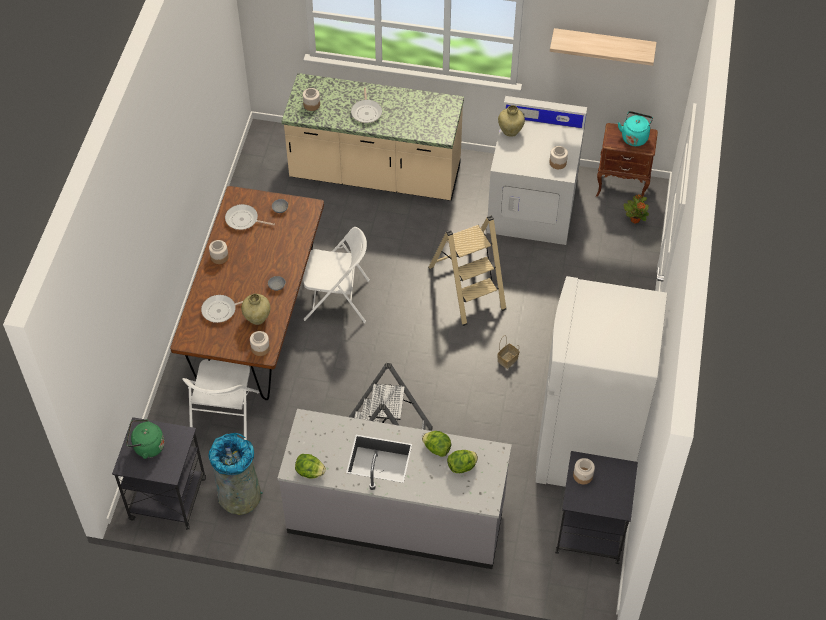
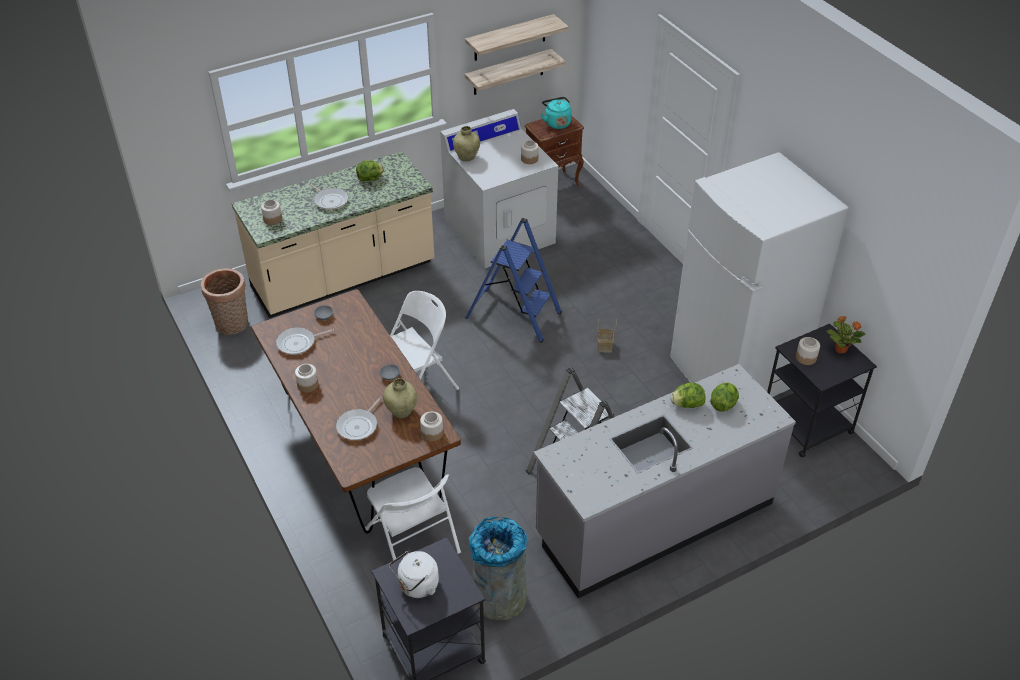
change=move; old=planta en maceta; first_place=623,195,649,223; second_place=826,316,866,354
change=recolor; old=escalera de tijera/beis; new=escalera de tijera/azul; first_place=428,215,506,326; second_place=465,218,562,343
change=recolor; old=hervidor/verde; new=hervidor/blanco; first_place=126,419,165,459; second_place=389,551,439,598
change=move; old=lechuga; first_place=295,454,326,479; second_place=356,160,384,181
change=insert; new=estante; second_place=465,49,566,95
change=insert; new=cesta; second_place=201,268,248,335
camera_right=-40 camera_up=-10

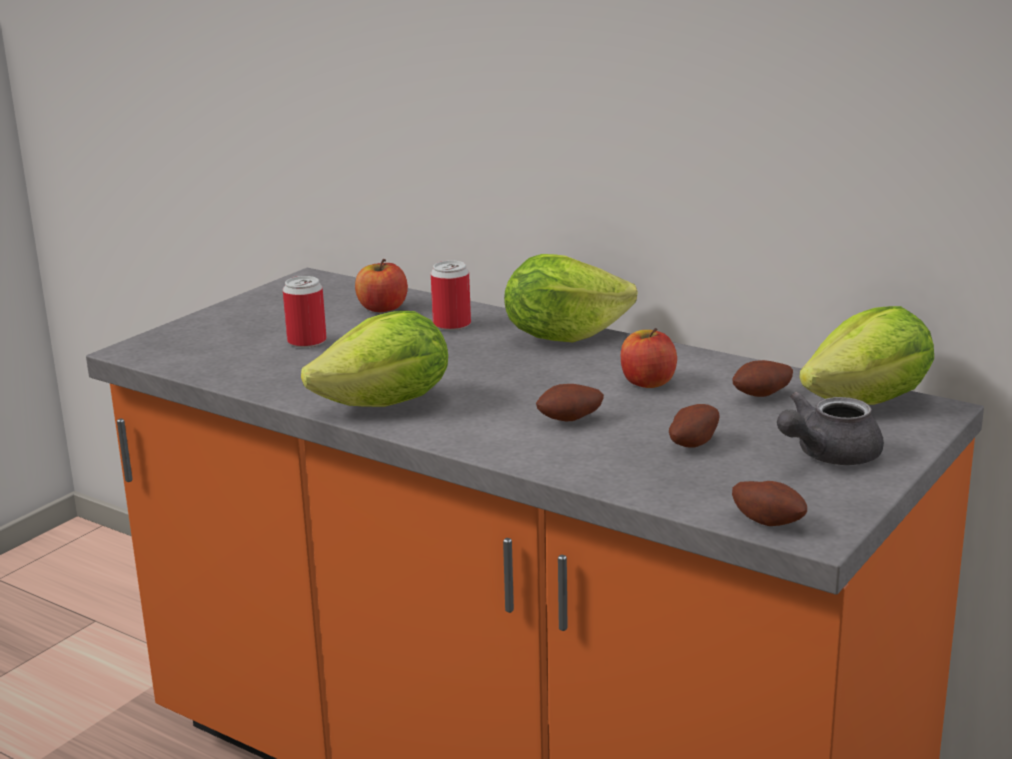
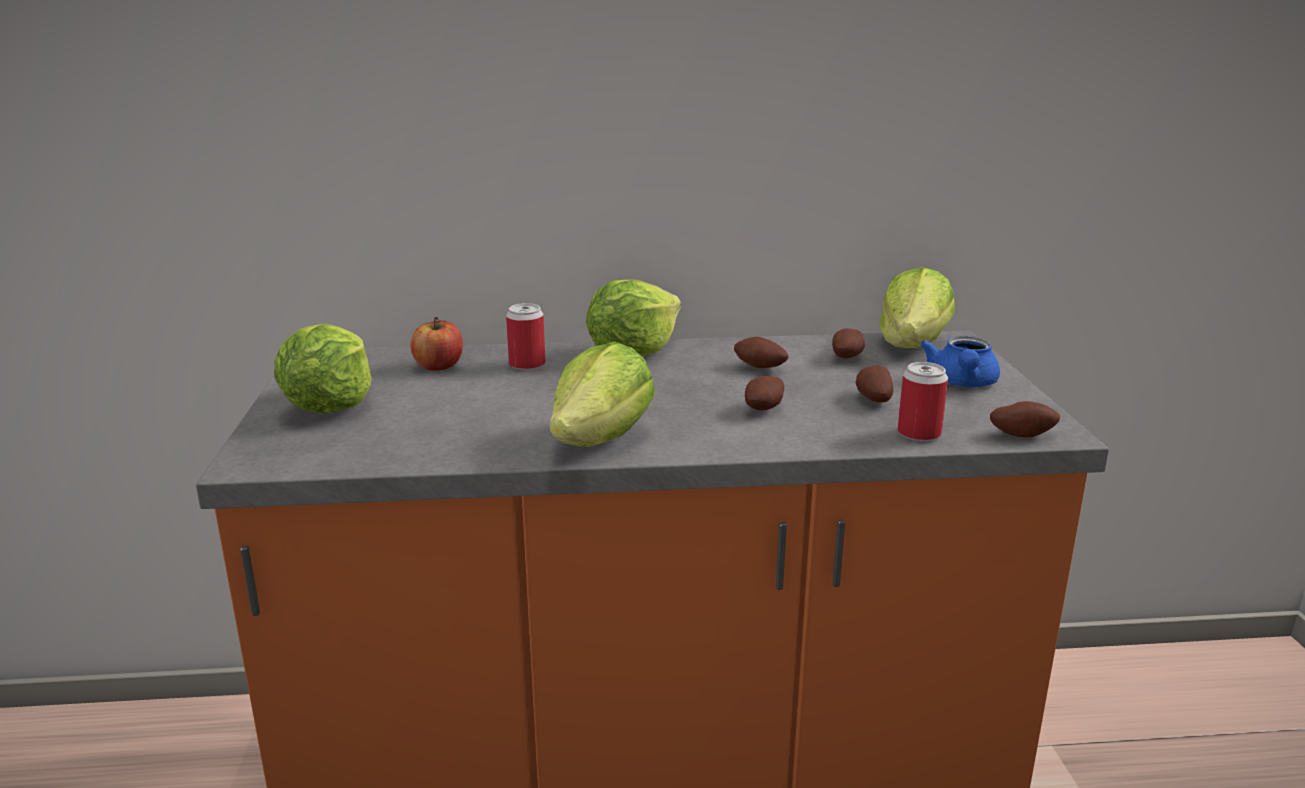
change=move; old=lata; first_place=283,276,327,348; second_place=898,362,948,441
change=replace; old=manzana; new=patata; first_place=621,328,677,388; second_place=734,337,788,368
change=recolor; old=tetera/gris; new=tetera/azul; first_place=777,392,884,465; second_place=920,336,1000,387
change=insert; new=lechuga; second_place=274,324,372,413
camera_right=-40 camera_up=0

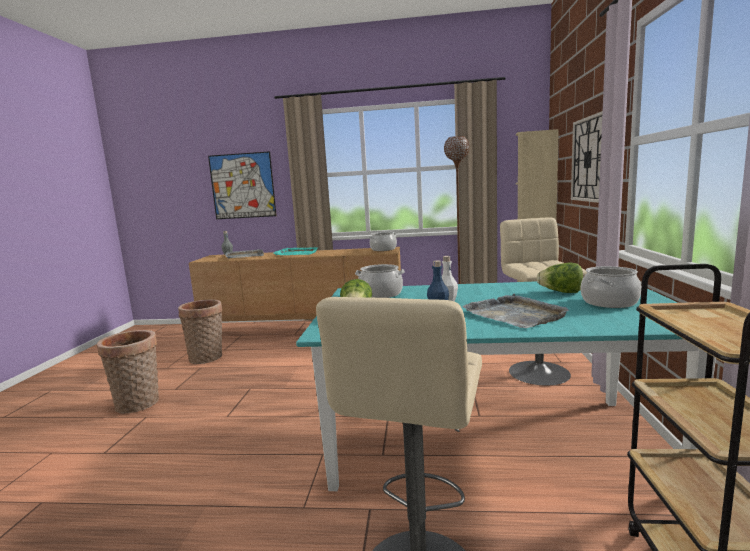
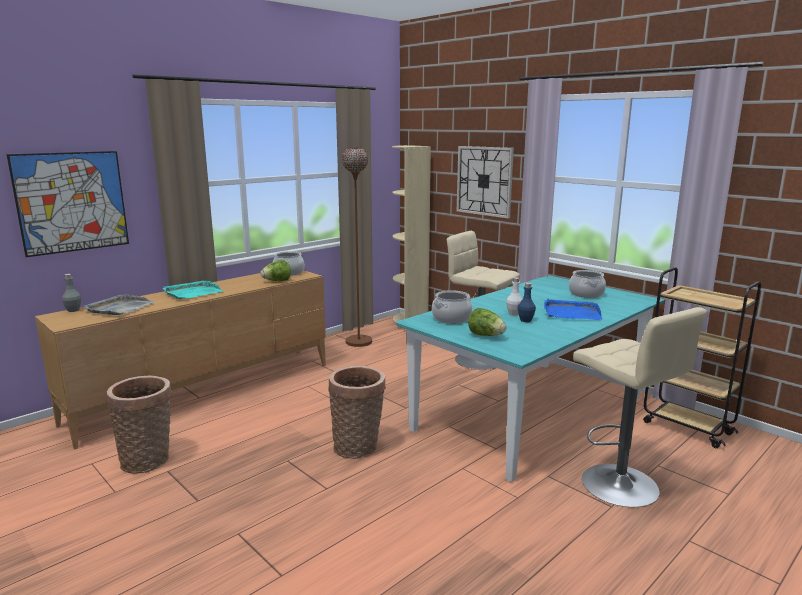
change=move; old=lechuga; first_place=537,263,583,293; second_place=261,260,291,281
change=recolor; old=bandeja/gris; new=bandeja/azul; first_place=462,293,569,328; second_place=544,299,602,320
change=move; old=cesta; first_place=97,330,159,414; second_place=328,366,386,459
camera_right=-50 camera_up=5

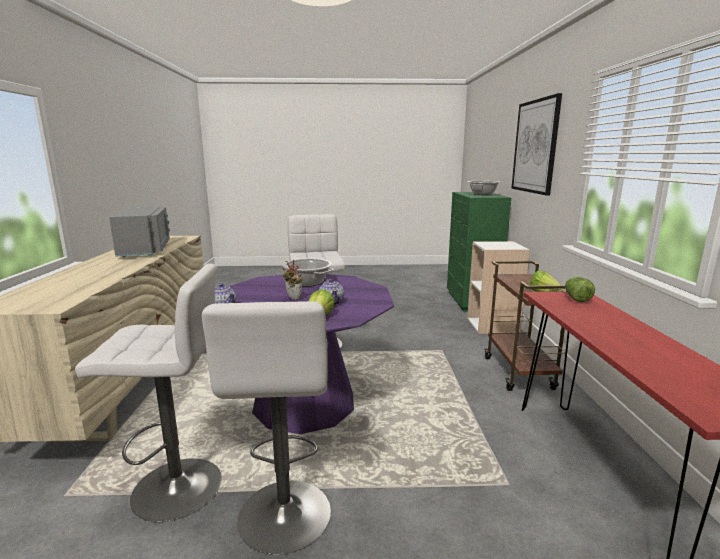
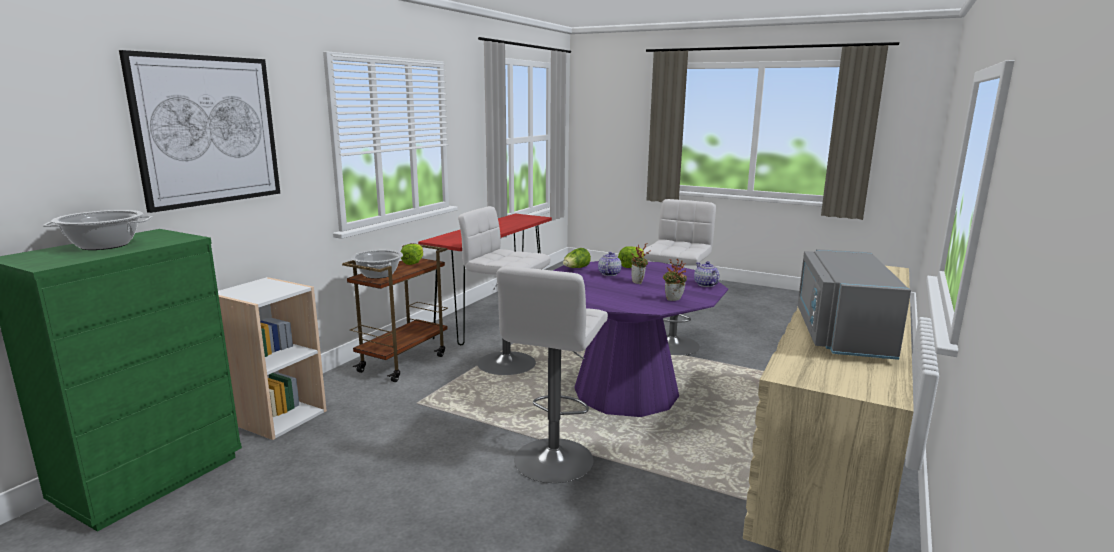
change=move; old=olla; first_place=282,258,334,286; second_place=351,250,403,279
change=move; old=taburete/blanco; first_place=75,263,222,522; second_place=458,206,551,375
change=move; old=lechuga; first_place=565,277,595,302; second_place=563,248,591,268
change=insert; new=planta en maceta; second_place=663,259,687,301
camera_right=-150 camera_up=0

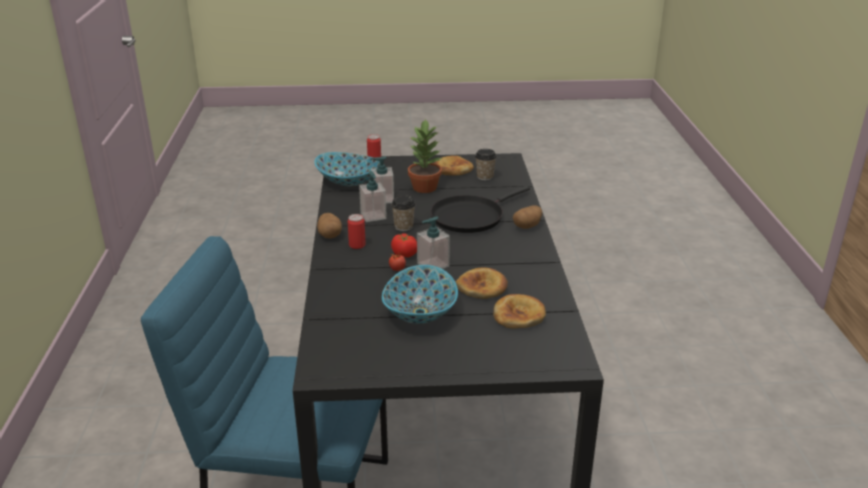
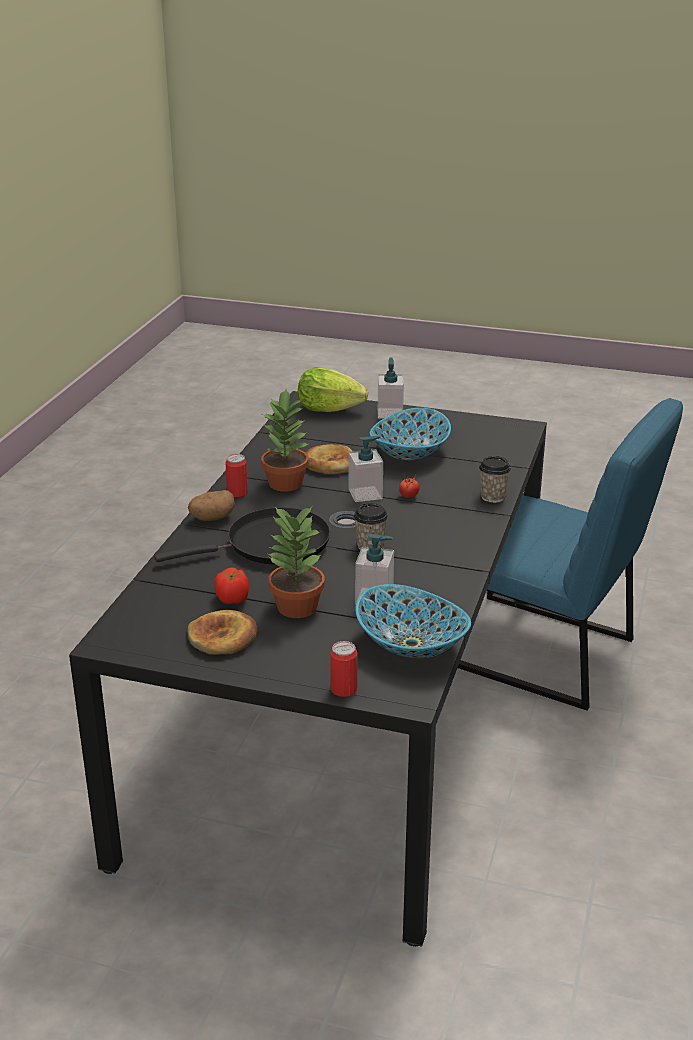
change=move; old=taza; first_place=475,149,497,181; second_place=479,456,511,503
change=move; old=dispensador de jabón; first_place=359,171,387,222; second_place=378,358,404,419
change=delete; old=patata; first_place=317,213,342,239
change=move; old=lata; first_place=348,214,366,249; second_place=226,454,248,498
change=move; old=tomate; first_place=391,233,417,258; second_place=214,567,250,604
change=delete; old=pan; first_place=493,294,546,328
change=insert; new=lechuga; second_place=298,367,368,412
change=insert; new=planta en maceta; second_place=261,390,308,492
camera_right=-160 camera_up=0

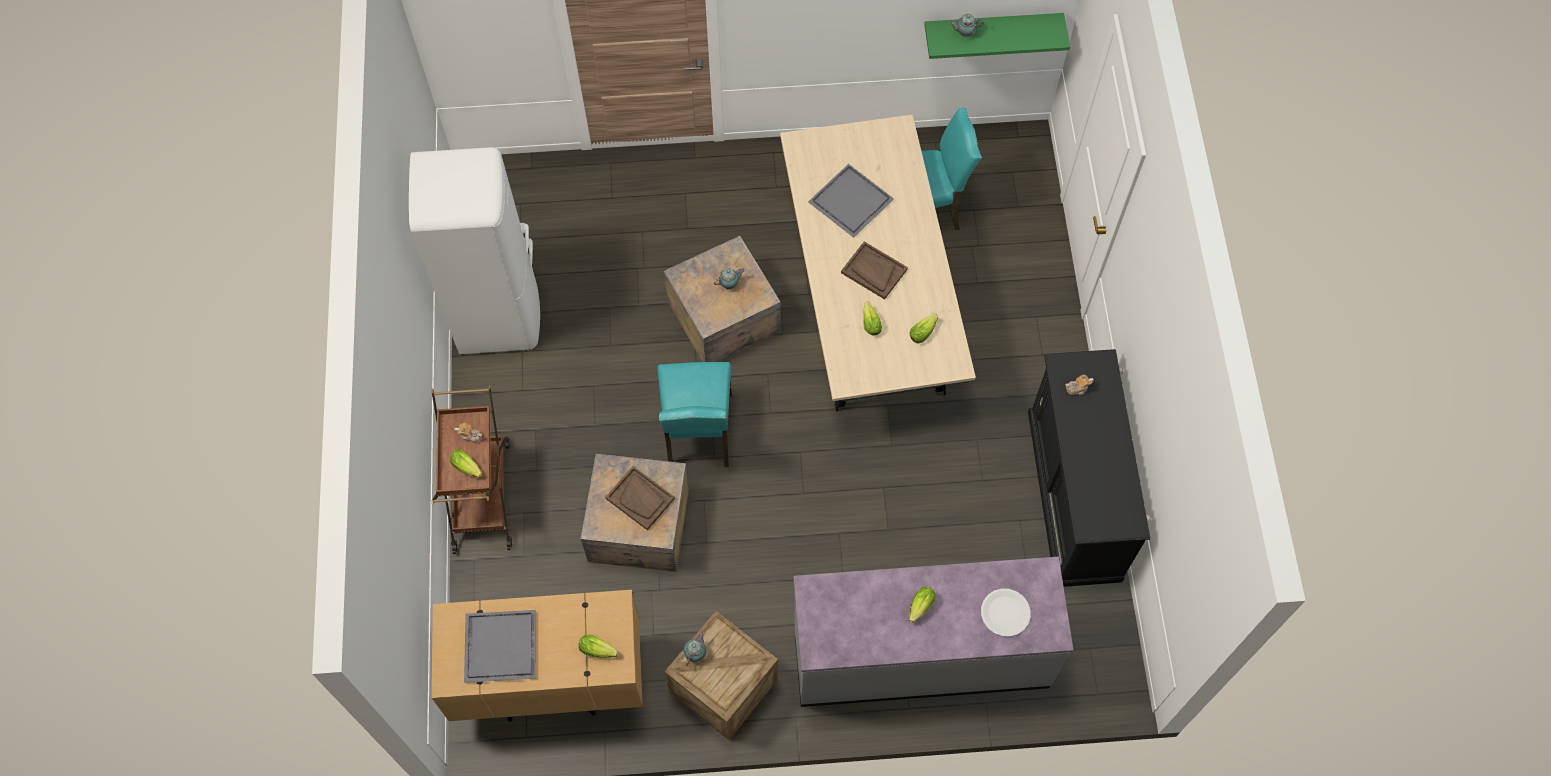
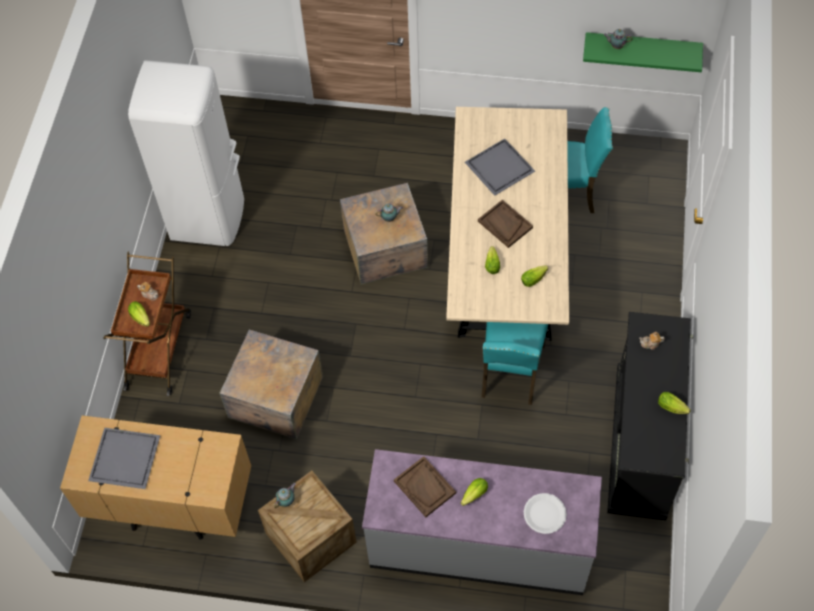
change=move; old=silla/turquesa; first_place=657,362,732,467; second_place=482,322,548,405
change=move; old=bandeja/marrón; first_place=605,466,675,530; second_place=394,456,456,517
change=move; old=lechuga; first_place=579,634,618,658; second_place=658,392,691,414
camera_right=15 camera_up=-5

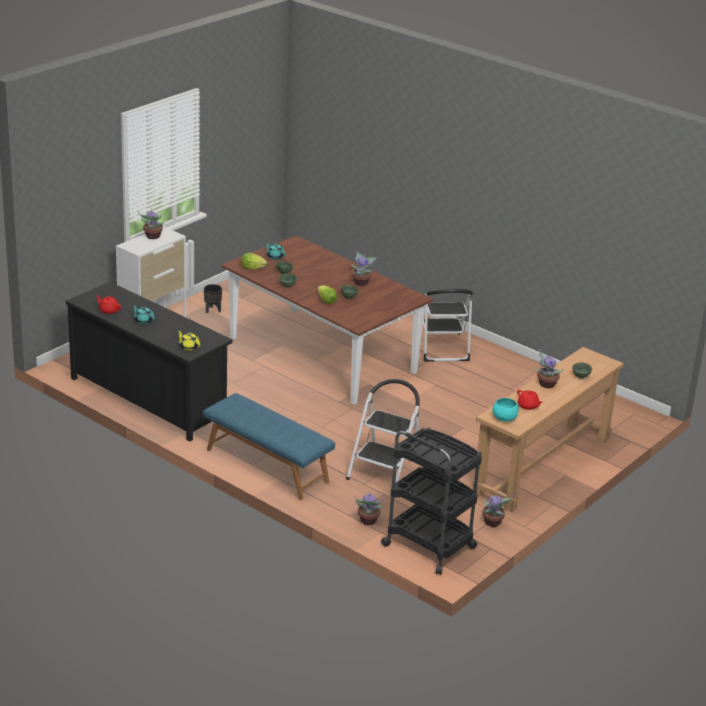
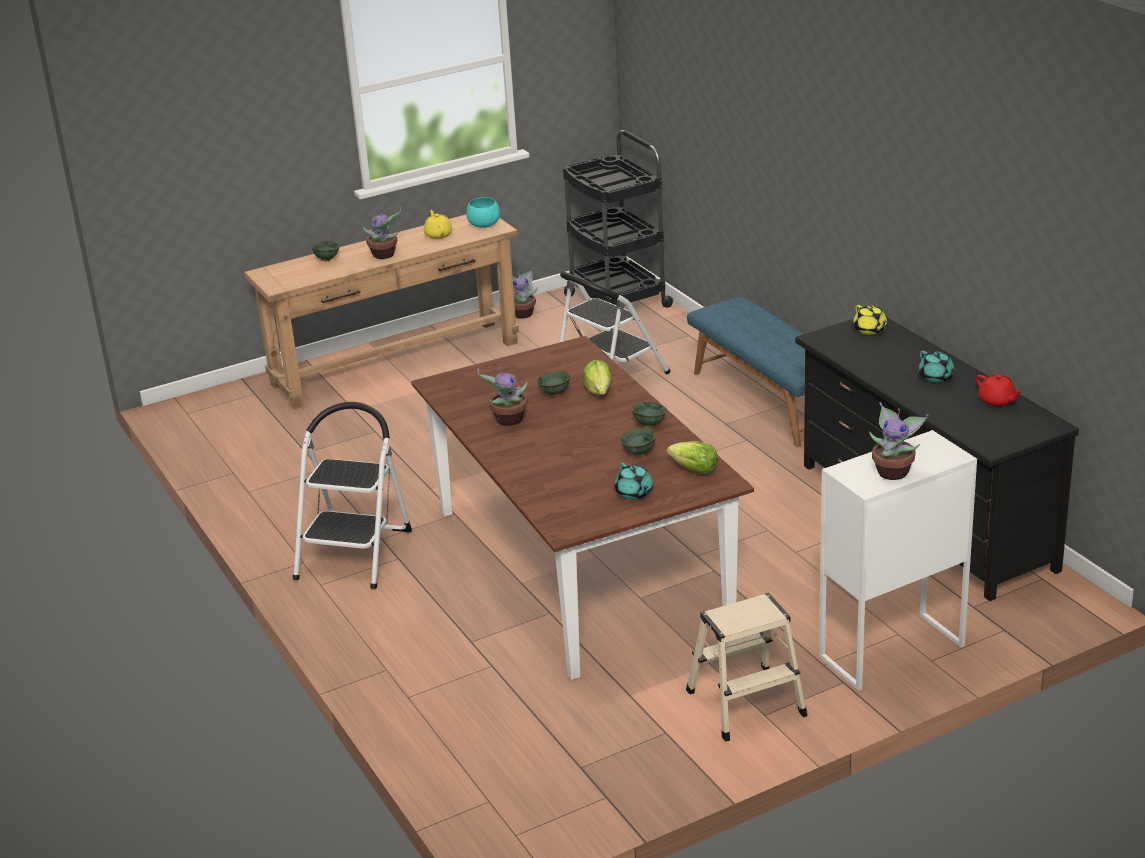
change=replace; old=maceta/negro; new=escalera de tijera/beis; first_place=204,284,222,313; second_place=686,592,808,742
change=recolor; old=tetera/rojo; new=tetera/amarillo; first_place=517,390,543,410; second_place=424,210,453,239
change=delete; old=planta en maceta; first_place=355,492,384,525
camera_right=-155 camera_up=0

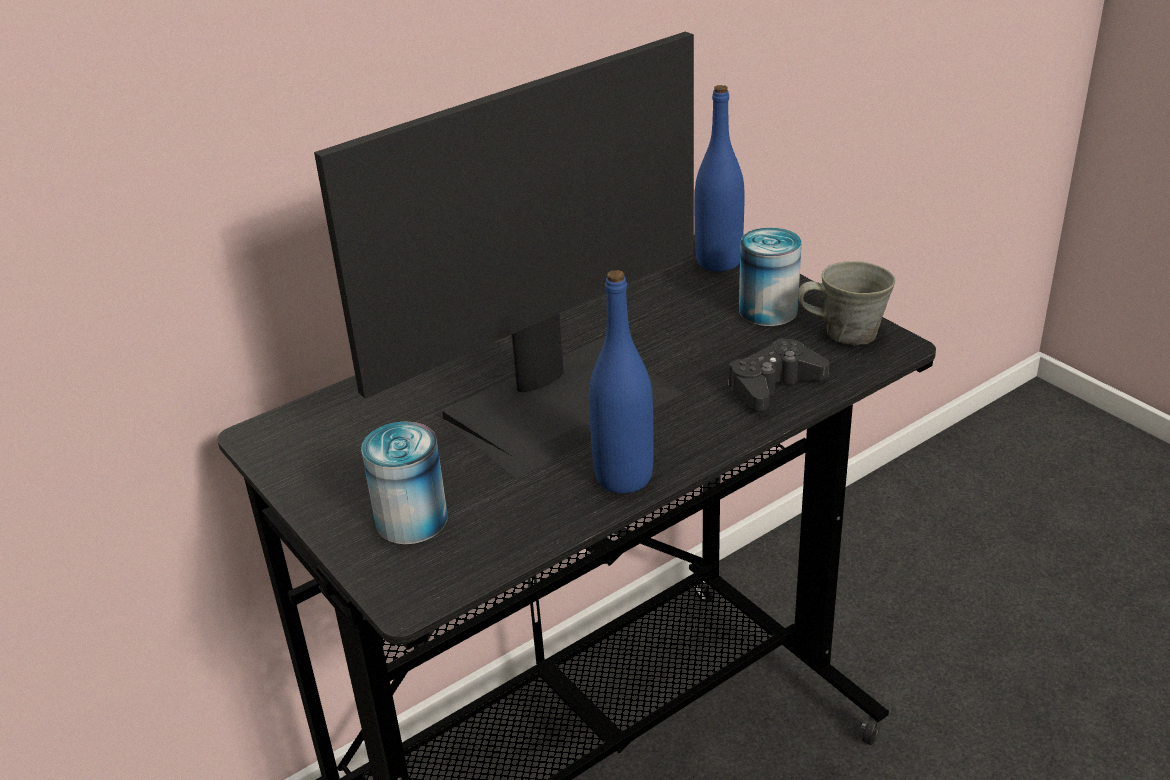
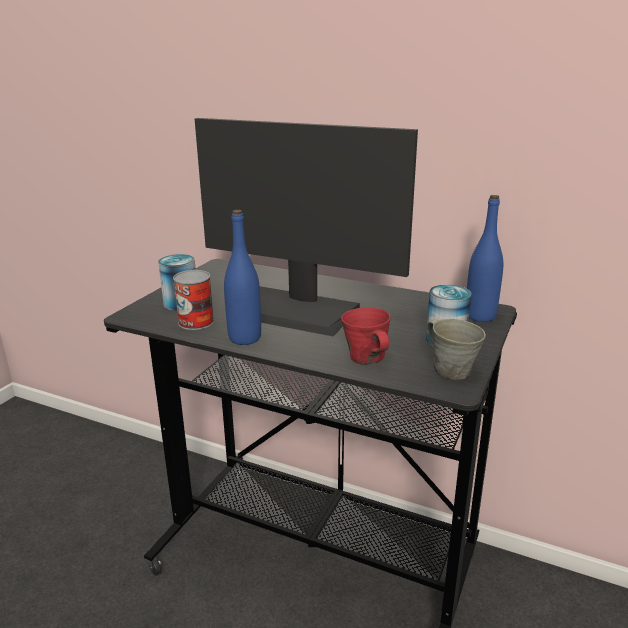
change=replace; old=mando de consola/negro; new=taza grande/rojo; first_place=728,338,830,411; second_place=341,308,391,365
change=insert; new=lata; second_place=173,270,214,330
camera_right=60 camera_up=-10

